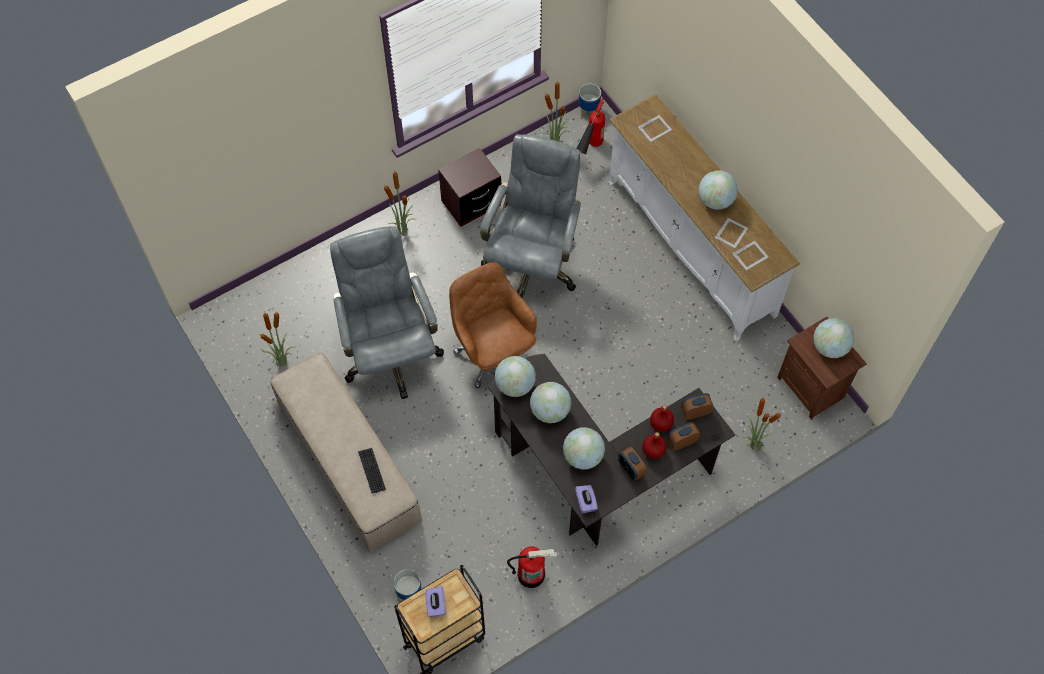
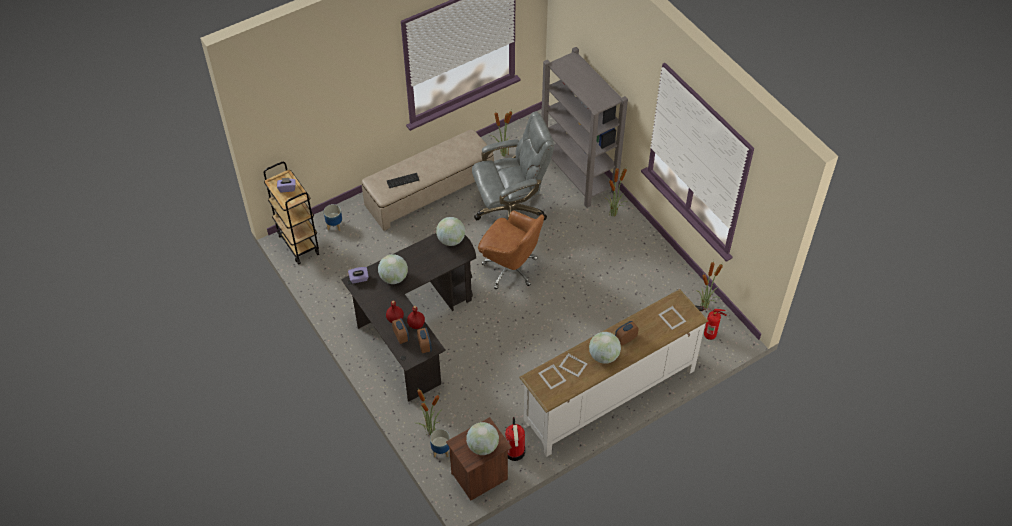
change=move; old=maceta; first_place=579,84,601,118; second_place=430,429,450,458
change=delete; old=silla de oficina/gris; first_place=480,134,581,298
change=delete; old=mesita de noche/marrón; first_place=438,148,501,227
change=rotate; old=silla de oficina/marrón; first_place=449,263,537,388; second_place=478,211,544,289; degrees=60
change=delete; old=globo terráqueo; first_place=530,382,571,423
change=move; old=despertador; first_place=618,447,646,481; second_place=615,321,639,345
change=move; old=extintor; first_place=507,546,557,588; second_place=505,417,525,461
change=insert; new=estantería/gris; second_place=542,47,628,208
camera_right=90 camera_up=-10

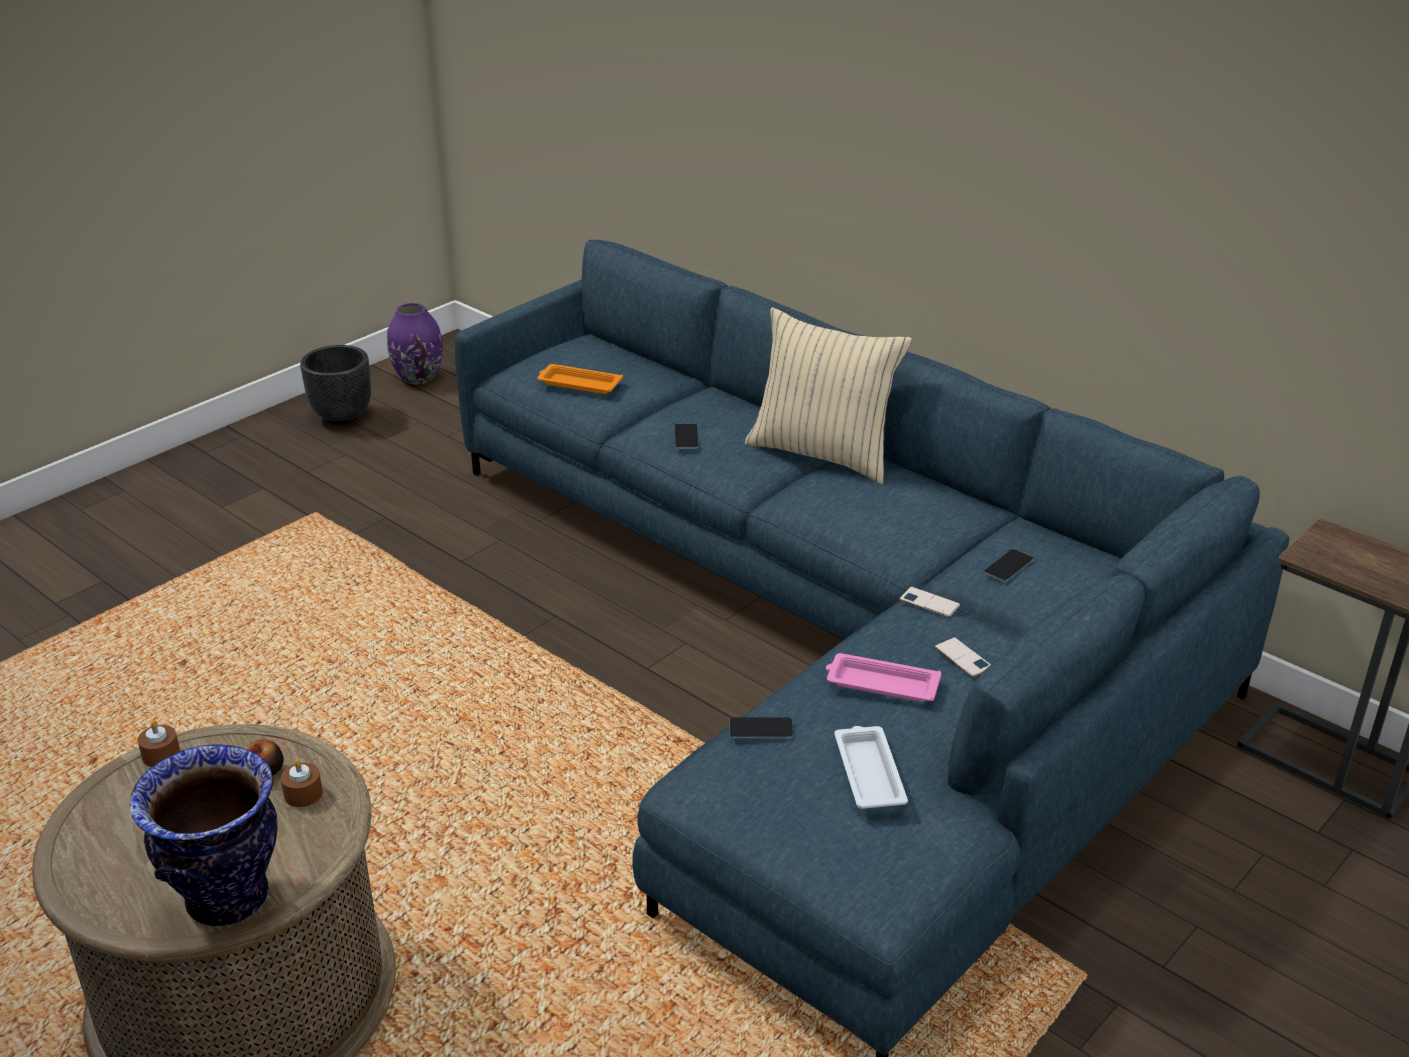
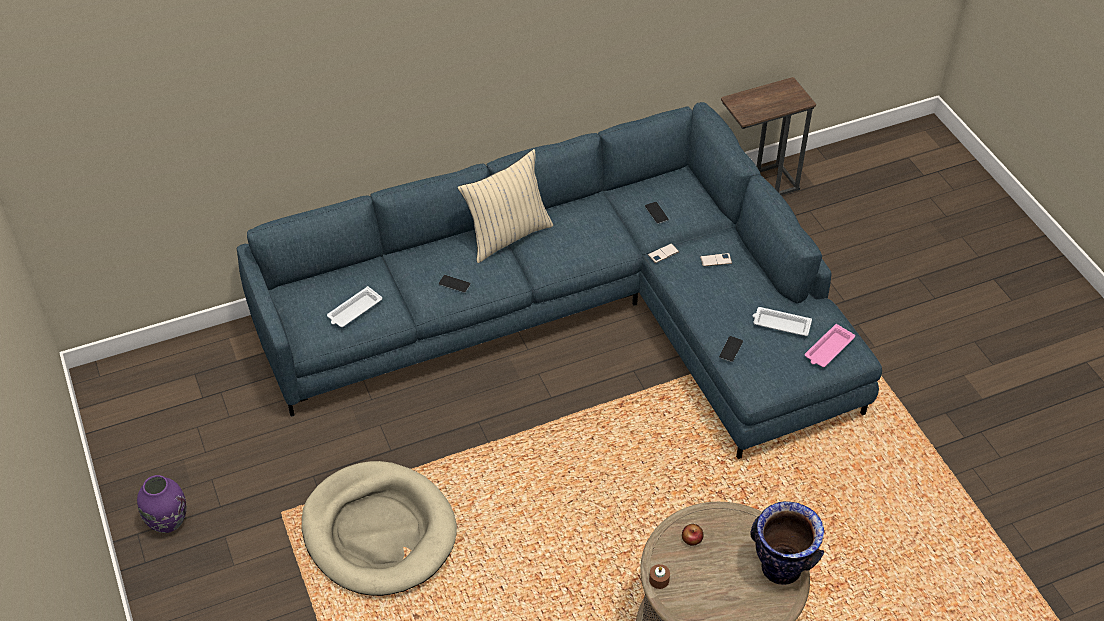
change=move; old=florero/morado; first_place=387,303,443,384; second_place=137,475,187,533
change=delete; old=maceta/negro; first_place=300,345,371,425
change=recolor; old=bandeja/naranja; new=bandeja/blanco; first_place=537,364,623,394; second_place=327,286,382,327
change=move; old=bandeja/rosa; first_place=826,653,941,702; second_place=805,324,855,367
change=delete; old=vela/marrón; first_place=281,759,323,807
change=insert; new=cama para perro/beis; second_place=302,461,457,596
camera_right=-65 camera_up=15

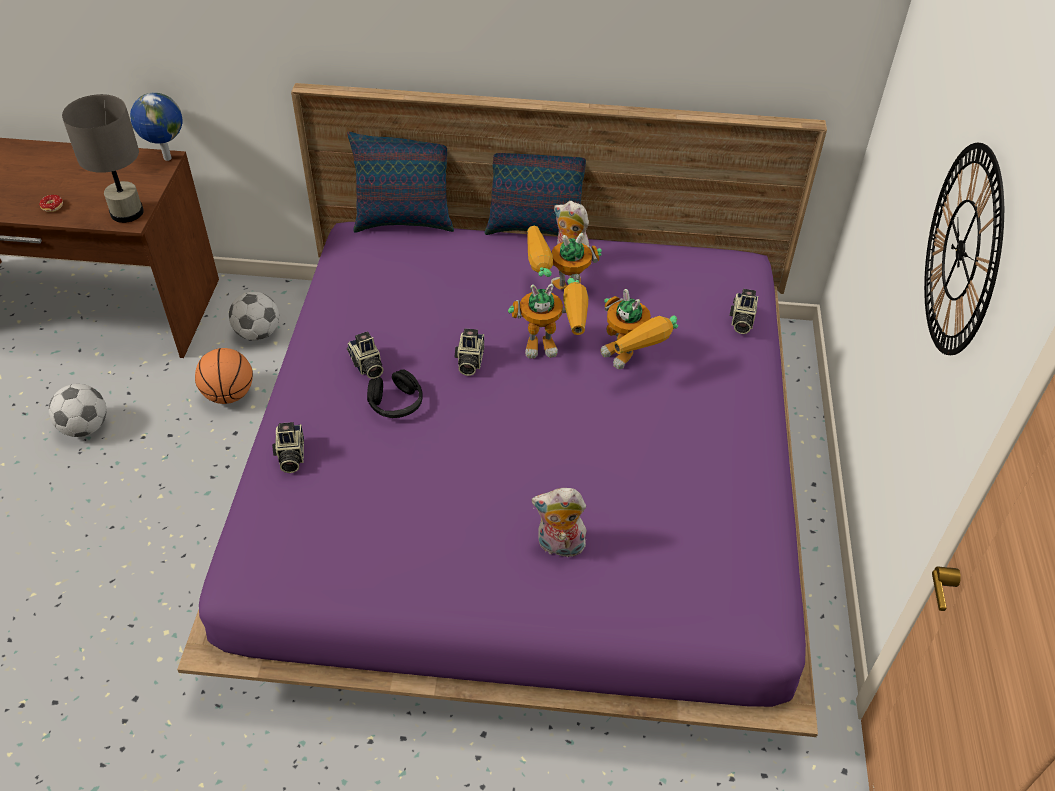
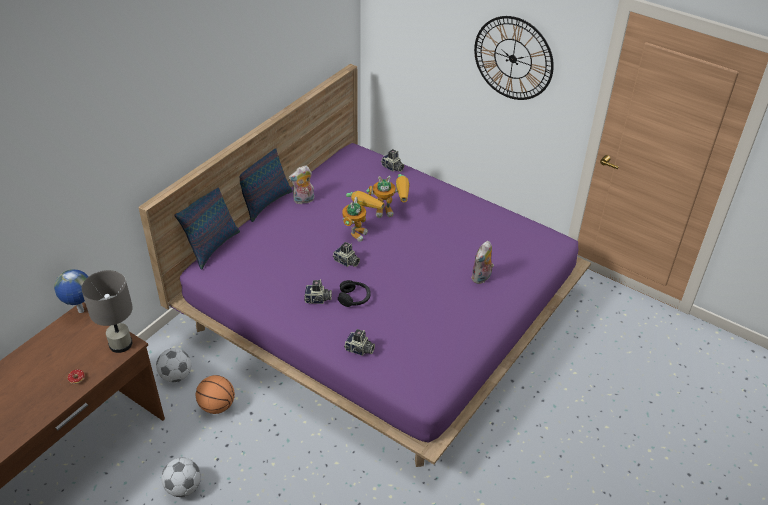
change=delete; old=robot de juguete; first_place=527,226,602,290
camera_right=-60 camera_up=-5

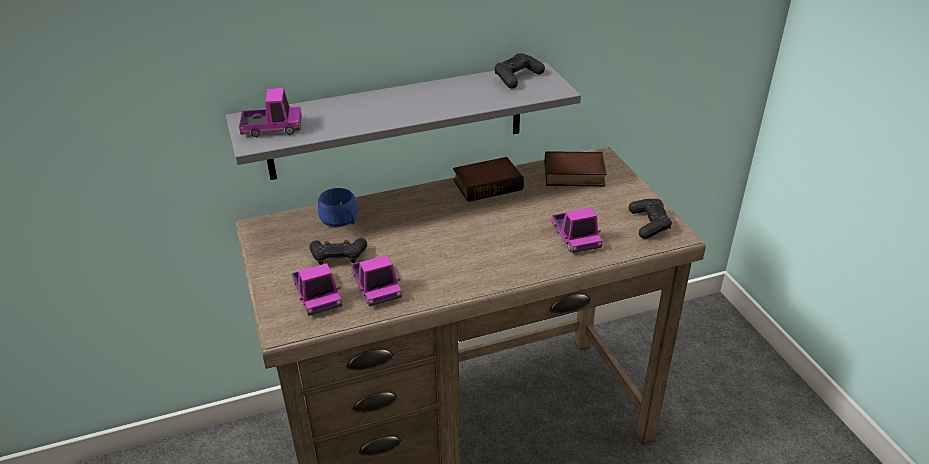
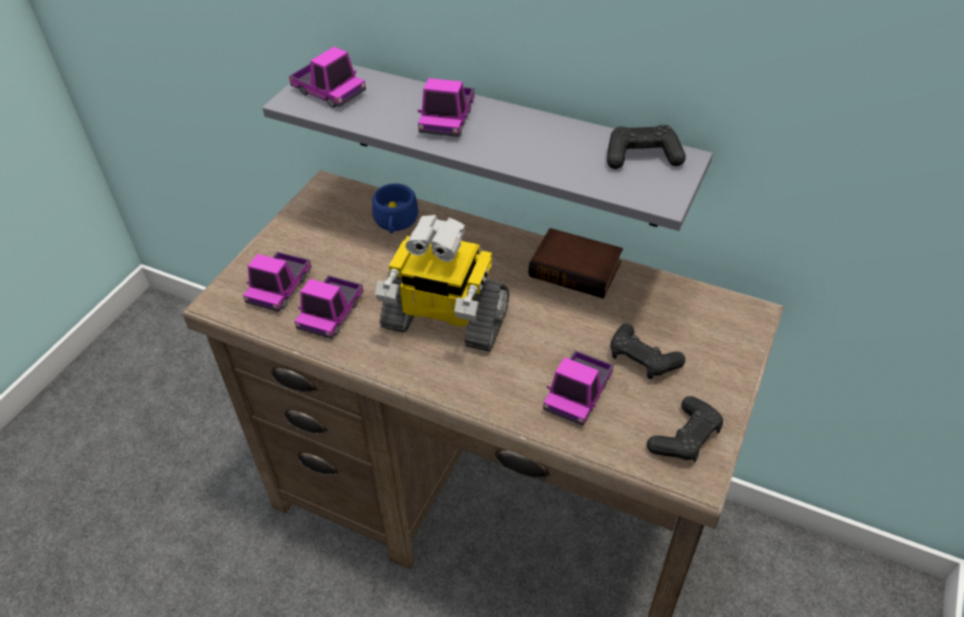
change=delete; old=libro; first_place=545,151,607,187
change=move; old=mando de consola/negro; first_place=309,238,367,265; second_place=610,324,685,379
change=insert; new=camión de juguete; second_place=418,78,474,137
change=insert; new=robot de juguete; second_place=375,215,509,351
camera_right=45 camera_up=10

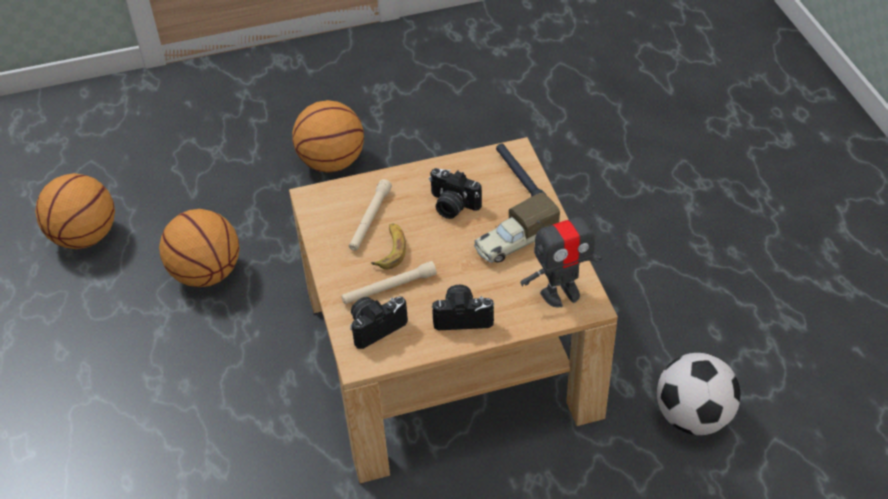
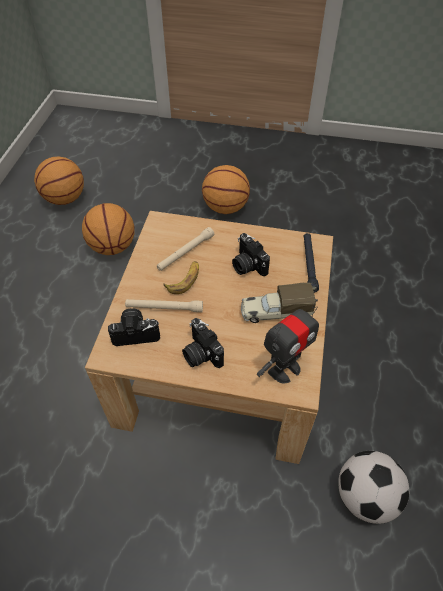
change=rotate; old=robot de juguete; first_place=520,206,602,307; second_place=257,299,319,384; degrees=-45
change=rotate; old=cámara; first_place=432,284,494,330; second_place=182,318,224,368; degrees=-150
camera_right=25 camera_up=5

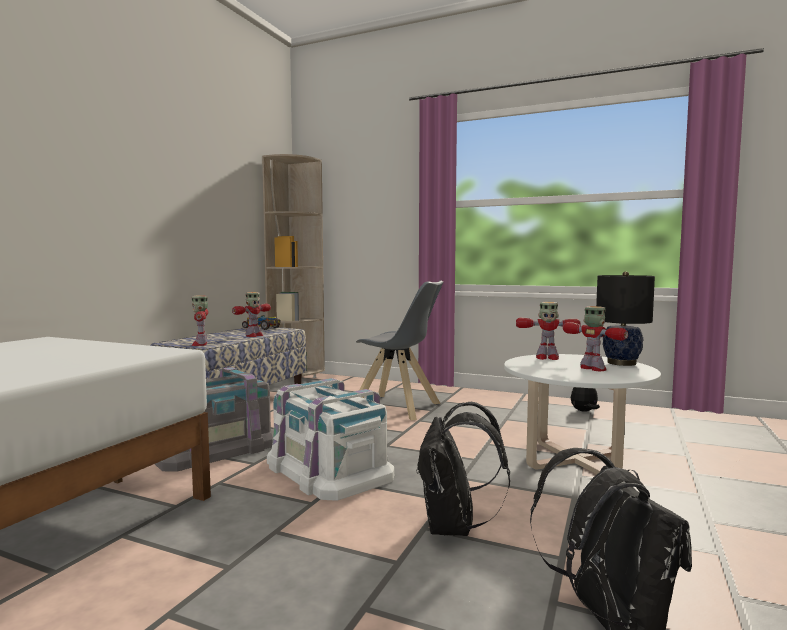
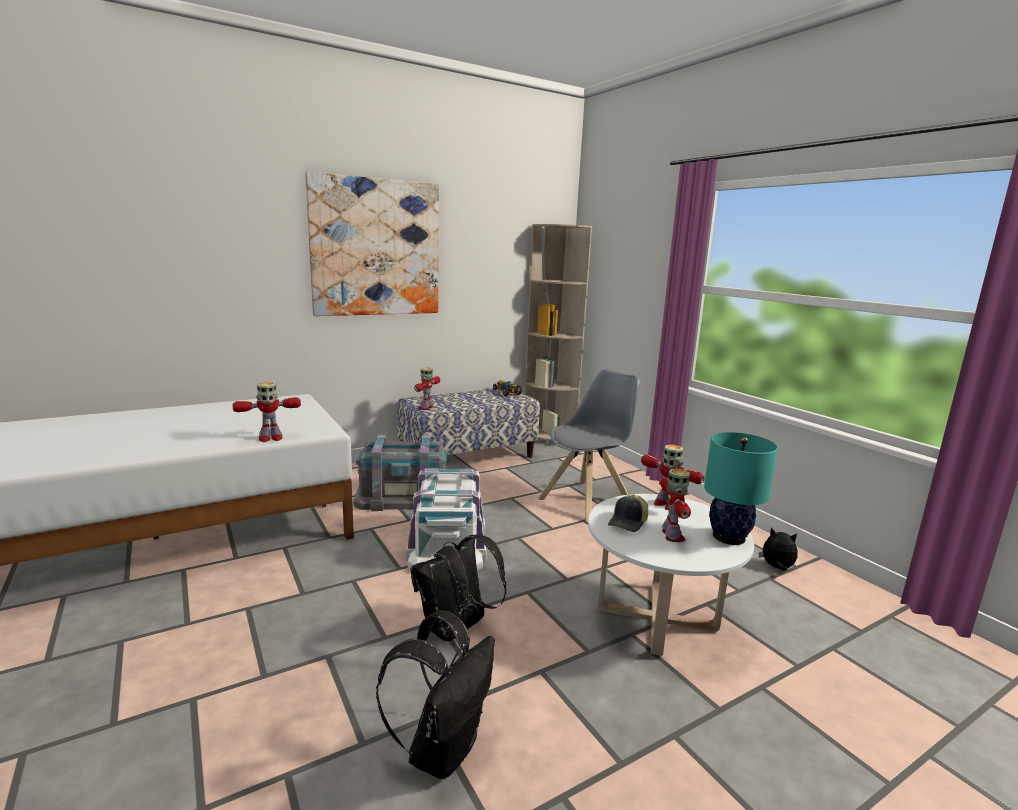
change=recolor; old=lámpara de mesa/negro; new=lámpara de mesa/turquesa; first_place=596,271,655,366; second_place=704,432,778,545
change=rotate; old=silla/gris; first_place=356,280,443,420; second_place=538,369,640,522; degrees=-105
change=move; old=robot de juguete; first_place=232,292,271,337; second_place=233,382,301,442
change=insert; new=cuadro; second_place=305,172,439,316
change=insert; new=gorra; second_place=608,494,648,532
camera_right=35 camera_up=10

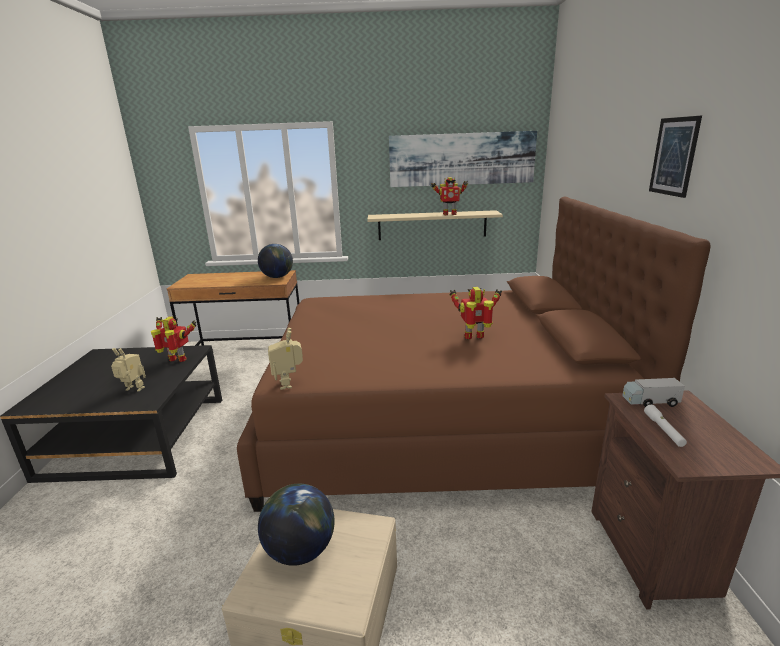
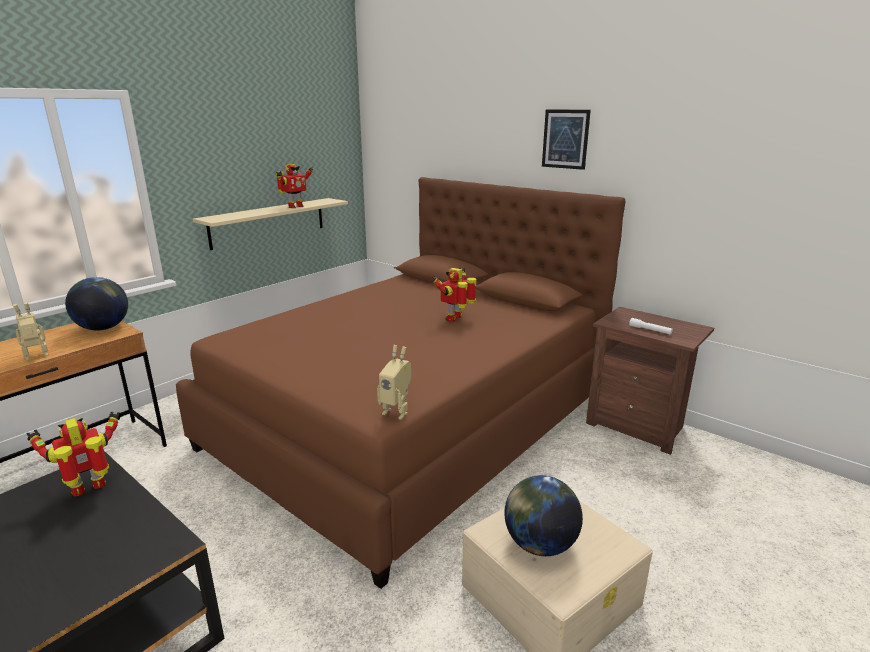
change=delete; old=cuadro; first_place=389,131,537,187
change=move; old=robot de juguete; first_place=111,348,146,392; second_place=13,302,48,360
change=delete; old=camión de juguete; first_place=622,378,685,407
camera_right=-50 camera_up=0

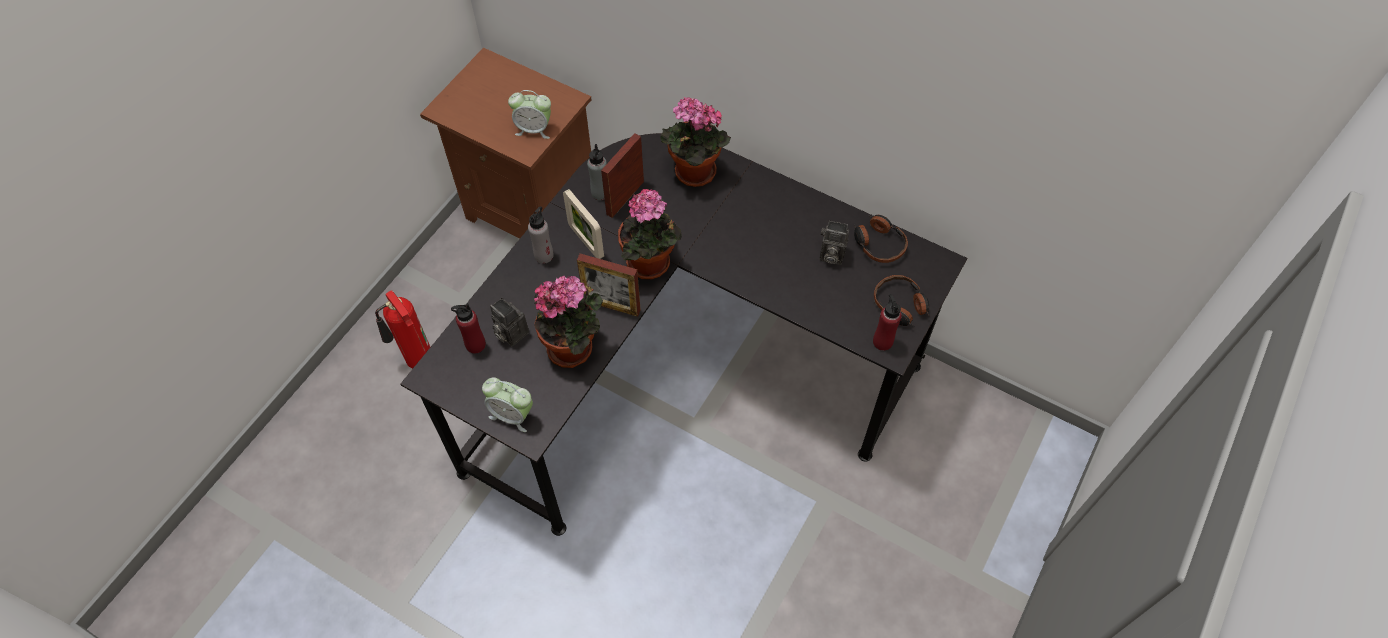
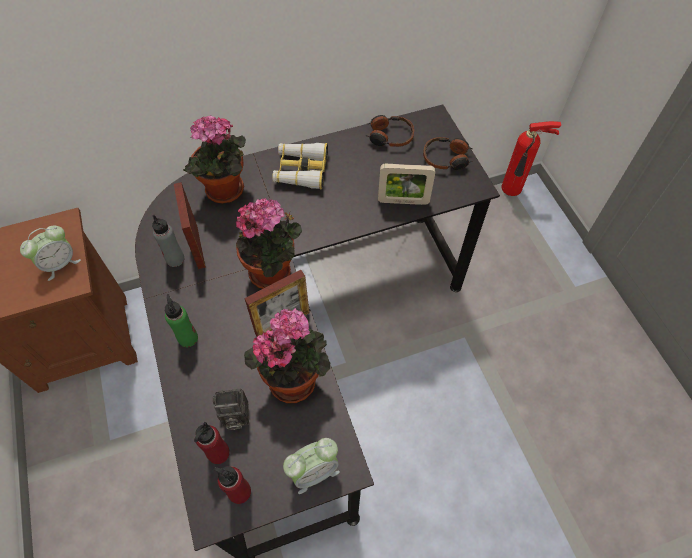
change=move; old=portarretratos; first_place=563,189,604,259; second_place=378,164,435,205
change=recolor; old=botella/gris; new=botella/verde; first_place=528,206,553,264; second_place=164,294,198,347
change=delete; old=cámara; first_place=819,220,849,265
change=move; old=extintor; first_place=375,290,430,369; second_place=501,121,561,196
change=move; old=botella/rojo; first_place=873,294,902,351; second_place=213,466,251,504
change=insert; new=prismáticos; second_place=272,143,328,189
camera_right=-50 camera_up=0

